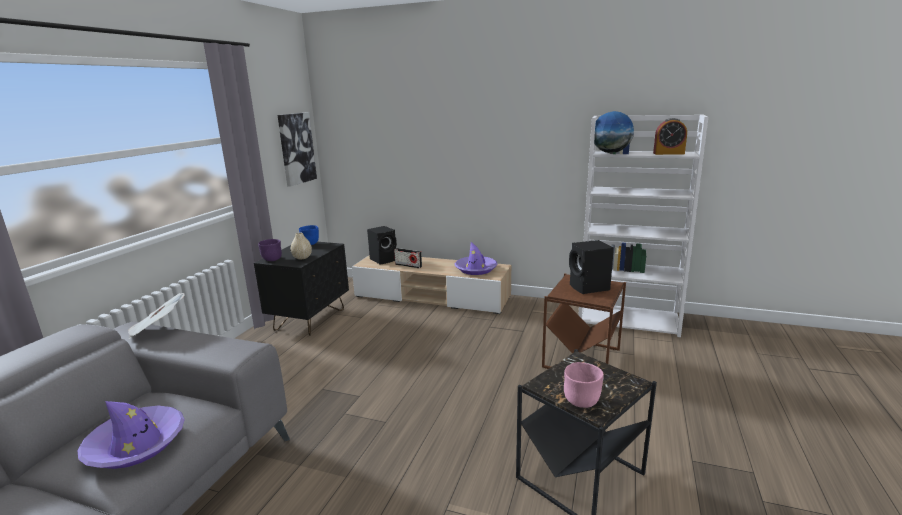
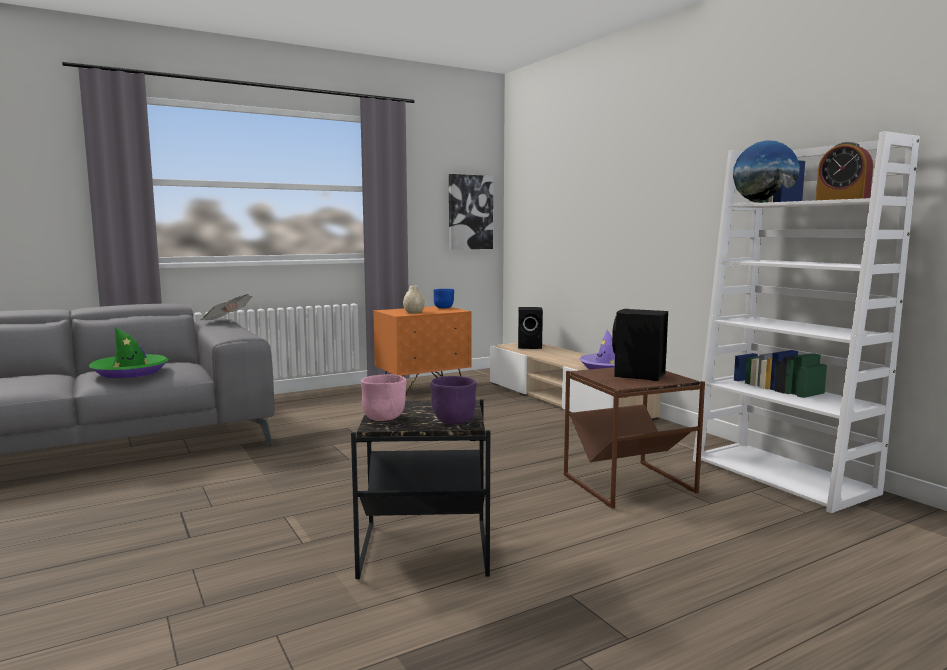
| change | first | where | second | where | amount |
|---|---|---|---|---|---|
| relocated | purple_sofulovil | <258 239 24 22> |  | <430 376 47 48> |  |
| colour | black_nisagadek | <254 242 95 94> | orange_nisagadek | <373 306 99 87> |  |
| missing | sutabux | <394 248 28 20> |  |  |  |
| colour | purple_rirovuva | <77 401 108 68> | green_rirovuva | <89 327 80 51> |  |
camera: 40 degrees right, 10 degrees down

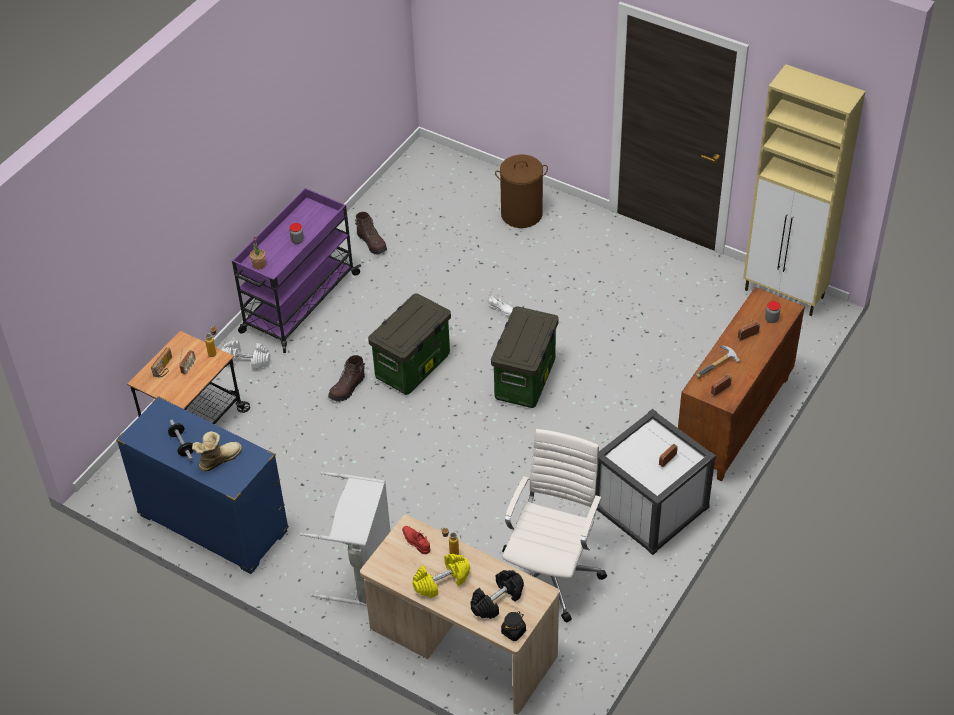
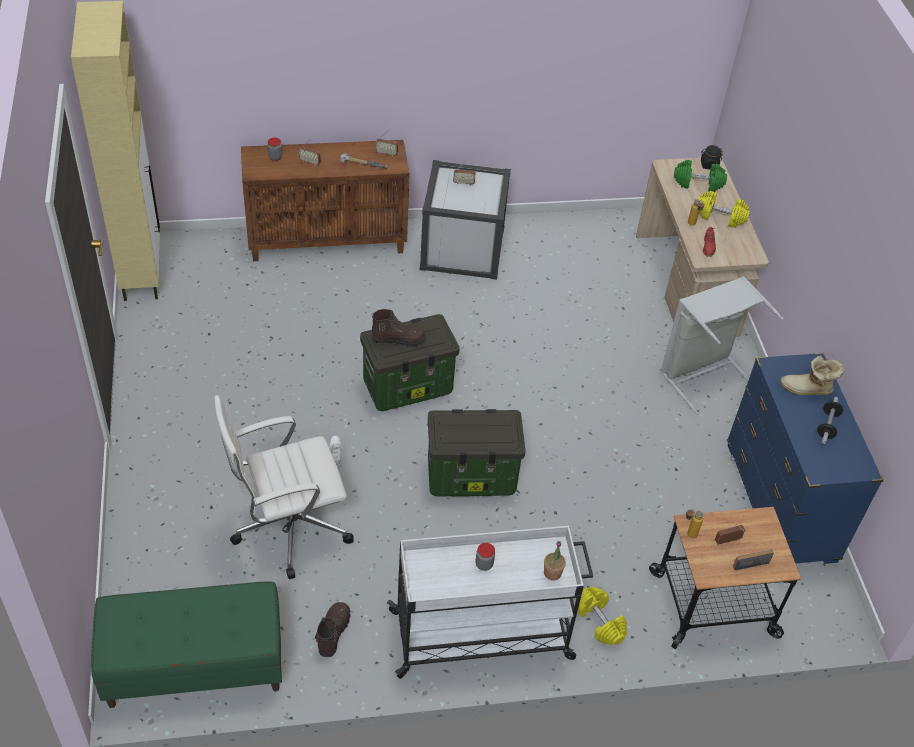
| change | first | where | second | where | amount |
|---|---|---|---|---|---|
| missing | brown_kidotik | <495 154 53 74> |  |  |  |
| colour | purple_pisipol | <232 188 129 165> | white_pisipol | <387 526 206 153> |  |
| colour | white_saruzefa | <221 340 49 30> | yellow_saruzefa | <578 586 49 59> |  |
| relocated | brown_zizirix | <328 355 37 47> |  | <372 309 54 38> |  |
| relocated | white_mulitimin | <502 429 105 194> |  | <214 395 139 184> |  |
| colour | black_saruzefa | <470 570 54 49> | green_saruzefa | <674 160 53 32> |  |
| appeared |  |  | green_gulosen | <91 581 191 127> |  |
camera: 135 degrees left, 0 degrees up

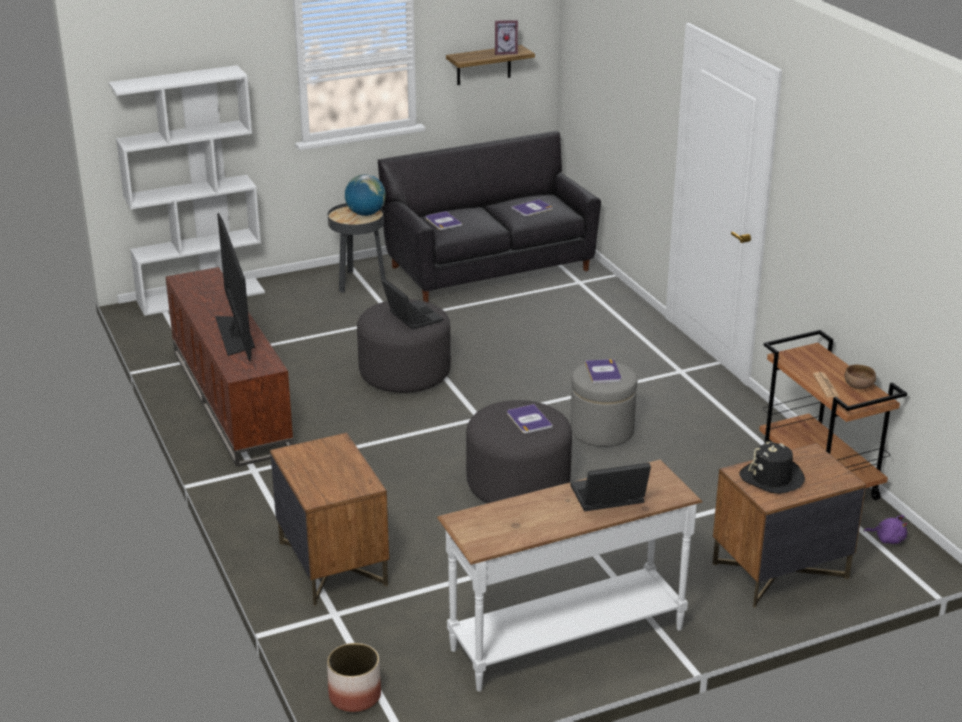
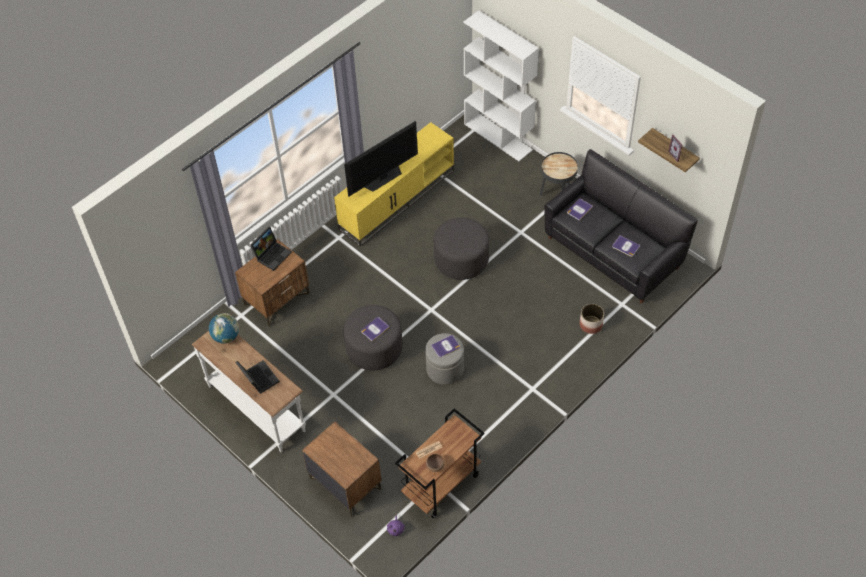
| change | first | where | second | where | amount |
|---|---|---|---|---|---|
| relocated | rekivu | <345 174 41 42> |  | <209 313 30 31> |  |
| colour | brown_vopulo | <166 267 128 200> | yellow_vopulo | <334 122 120 125> |  |
| relocated | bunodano | <381 278 62 52> |  | <250 227 42 44> |  |
| missing | black_rirovuva | <739 442 66 52> |  |  |  |
| relocated | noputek | <327 643 54 69> |  | <580 304 24 30> |  |
camera: 70 degrees right, 25 degrees up

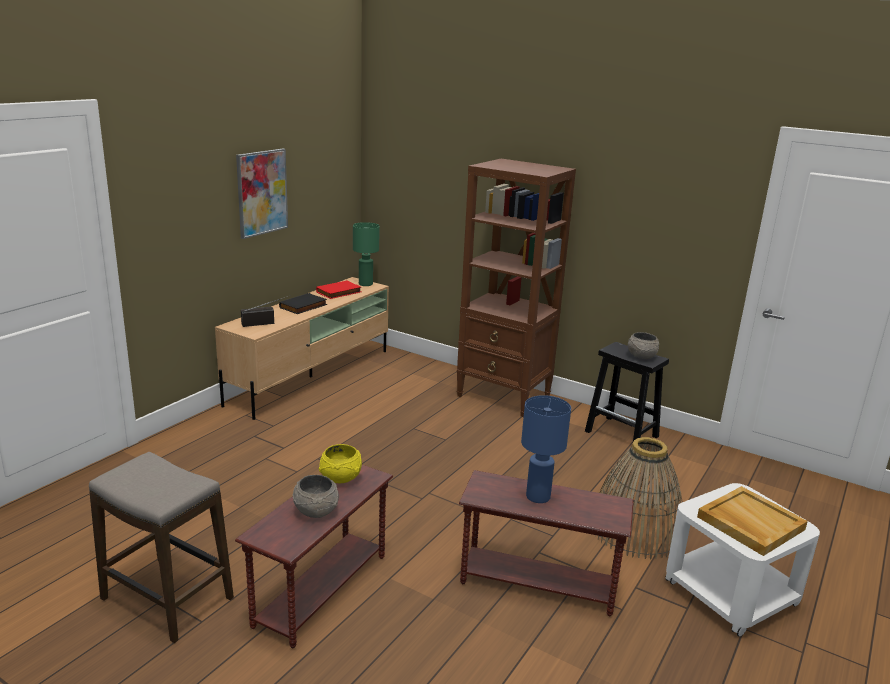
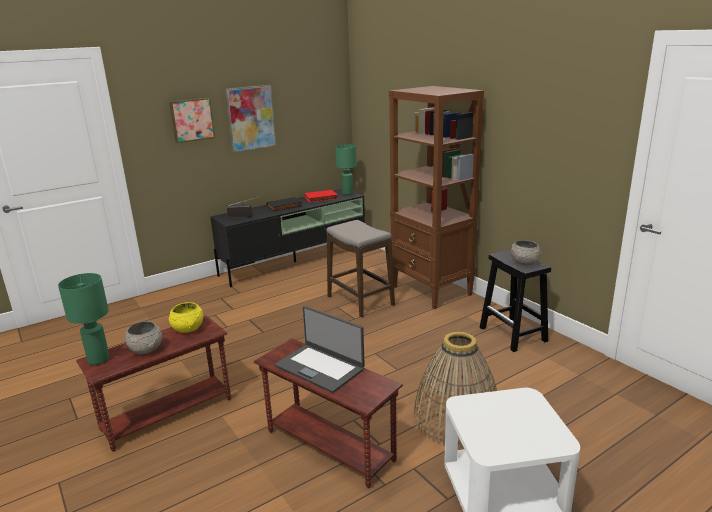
| change | first | where | second | where | amount |
|---|---|---|---|---|---|
| colour | beige_vopulo | <215 277 174 143> | black_vopulo | <210 189 155 98> |  |
| exchanged | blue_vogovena | <521 395 50 108> | bunodano | <275 306 90 87> |  |
| relocated | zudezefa | <89 452 145 191> |  | <327 220 68 98> |  |
| missing | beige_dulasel | <697 486 111 70> |  |  |  |
| appeared |  |  | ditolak | <169 98 46 45> |  |
| appeared |  |  | green_vogovena | <58 273 52 92> |  |
camera: 25 degrees right, 0 degrees up

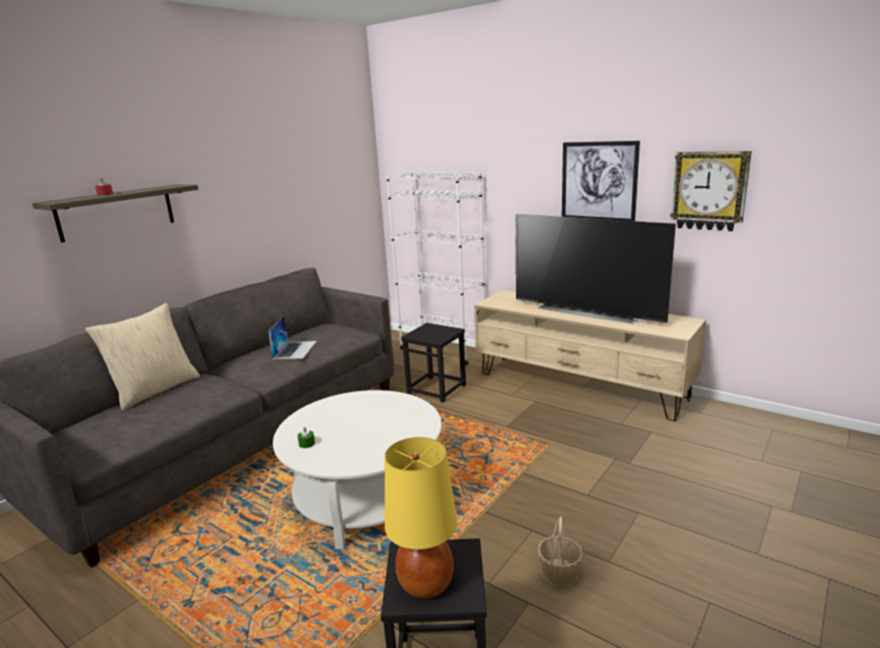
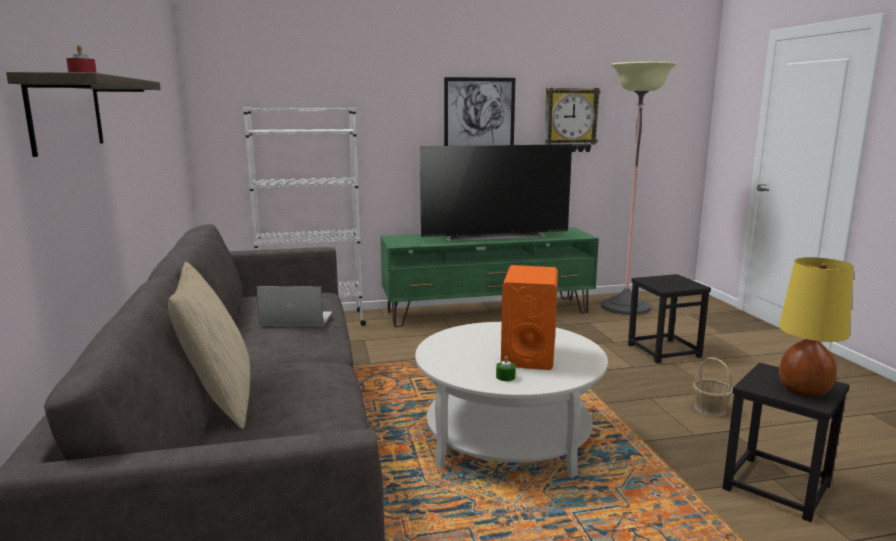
| change | first | where | second | where | amount |
|---|---|---|---|---|---|
| colour | beige_vopulo | <474 290 232 131> | green_vopulo | <381 227 218 100> |  |
| spun | bunodano | <268 316 49 43> |  | <256 286 76 40> | 45 degrees counterclockwise |
| relocated | black_zudezefa | <401 323 65 80> |  | <628 274 83 89> |  |
| appeared |  |  | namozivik | <601 61 76 254> |  |
| appeared |  |  | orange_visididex | <501 265 57 105> |  |
camera: 50 degrees left, 5 degrees down

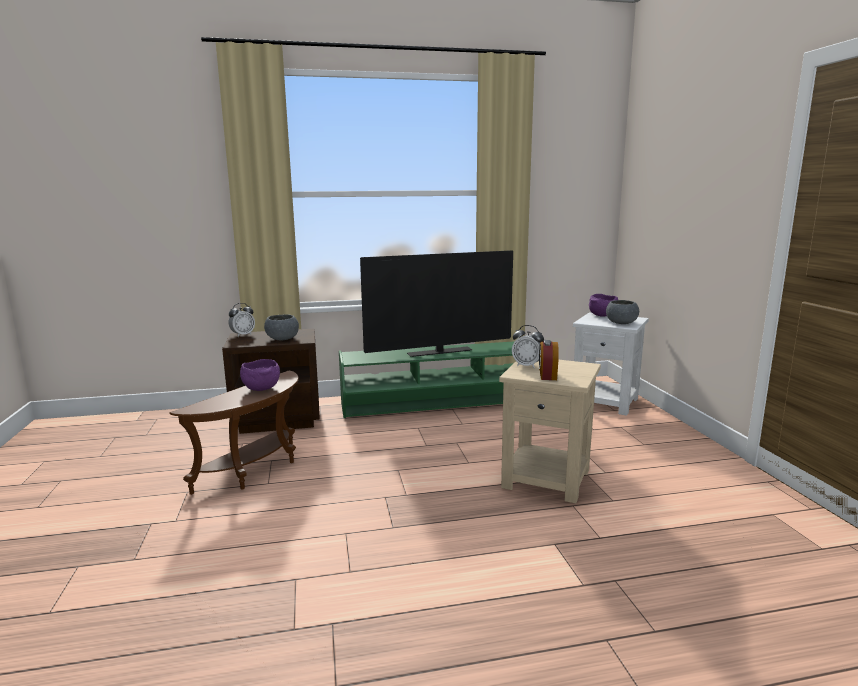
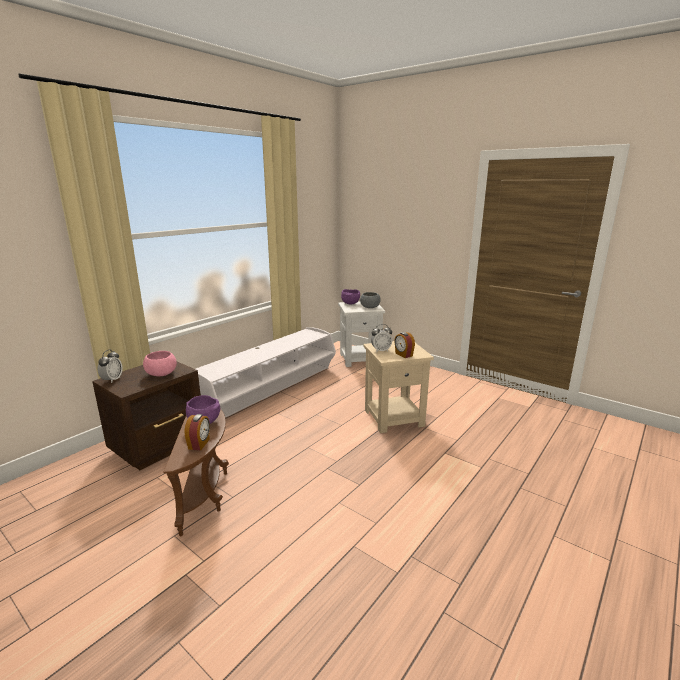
| change | first | where | second | where | amount |
|---|---|---|---|---|---|
| missing | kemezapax | <360 250 153 107> |  |  |  |
| colour | grey_sofulovil | <264 314 35 26> | pink_sofulovil | <143 351 34 25> |  |
| colour | green_vopulo | <339 341 176 77> | white_vopulo | <196 327 140 91> |  |
| appeared |  |  | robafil | <185 414 25 36> |  |
camera: 40 degrees left, 5 degrees up

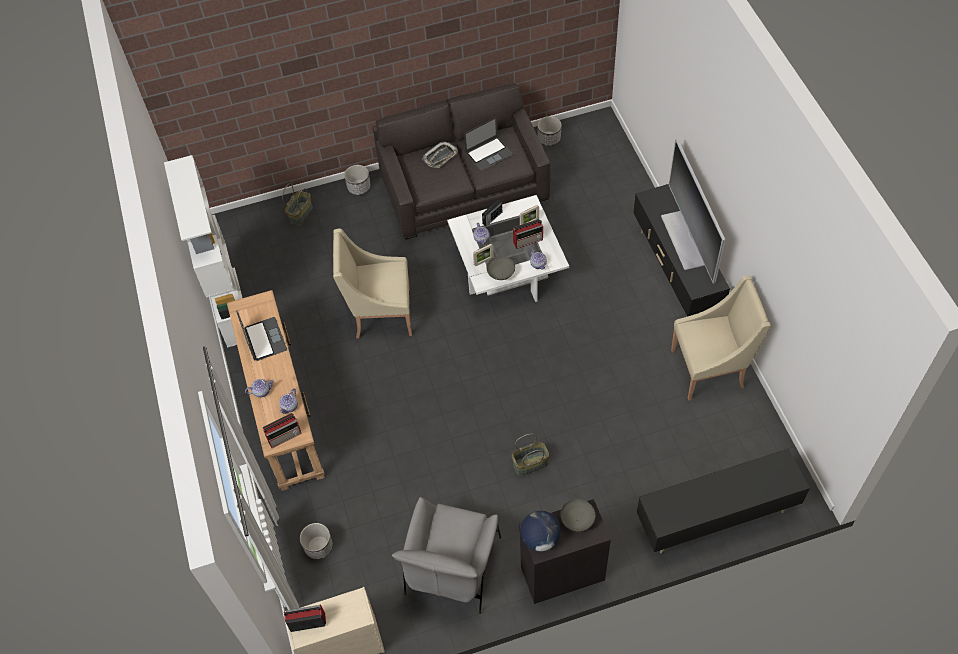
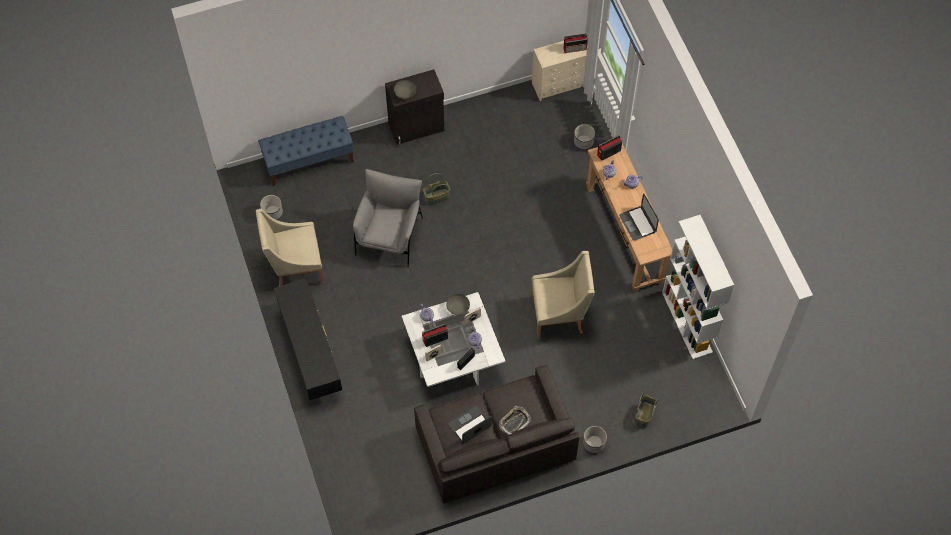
| change | first | where | second | where | amount |
|---|---|---|---|---|---|
| relocated | noputek | <537 116 25 30> |  | <260 195 23 25> |  |
| missing | kemezapax | <661 139 64 145> |  |  |  |
| exchanged | black_vopulo | <637 449 173 105> | blue_gulosen | <258 116 96 70> |  |
| relocated | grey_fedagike | <392 497 109 117> |  | <353 169 70 98> |  |
| missing | rekivu | <520 511 41 41> |  |  |  |
camera: 175 degrees right, 5 degrees up

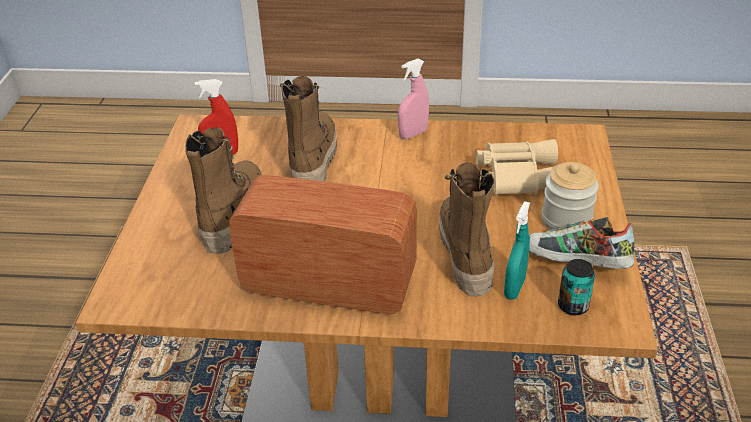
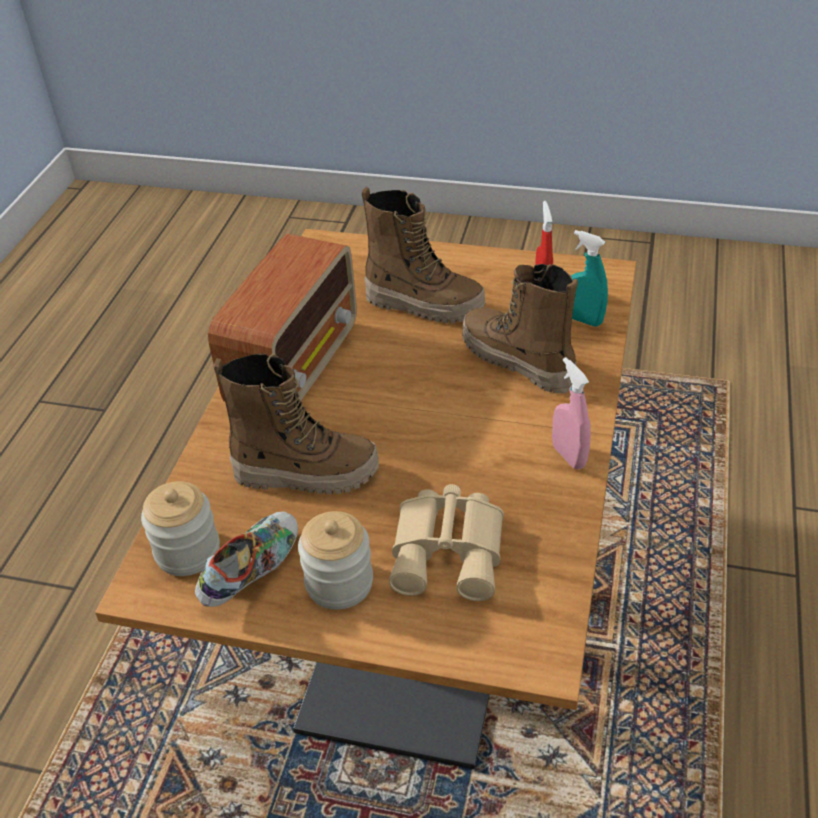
| change | first | where | second | where | amount |
|---|---|---|---|---|---|
| spun | zizirix | <280 76 57 105> |  | <462 264 116 129> | 150 degrees counterclockwise |
| relocated | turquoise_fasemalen | <504 201 26 99> |  | <571 230 37 97> |  |
| exchanged | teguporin | <558 259 37 56> | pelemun | <141 481 79 95> |  |
camera: 100 degrees right, 5 degrees up

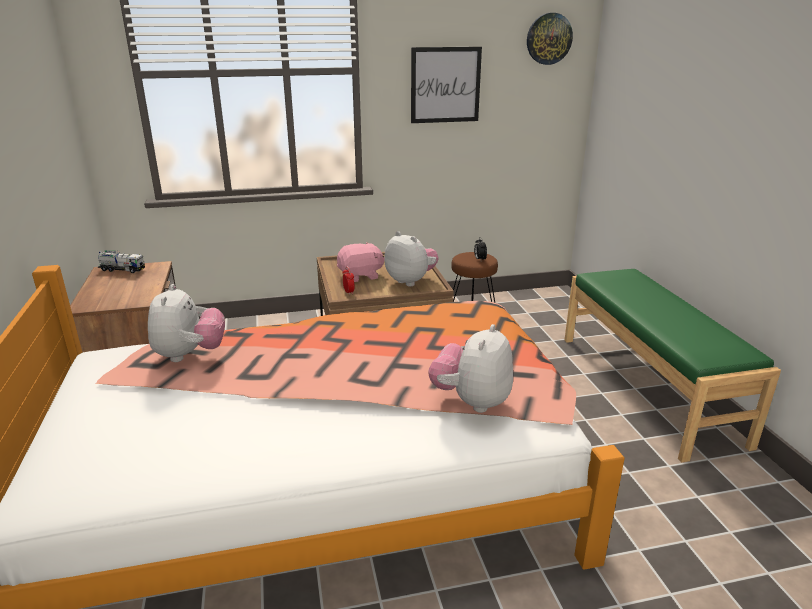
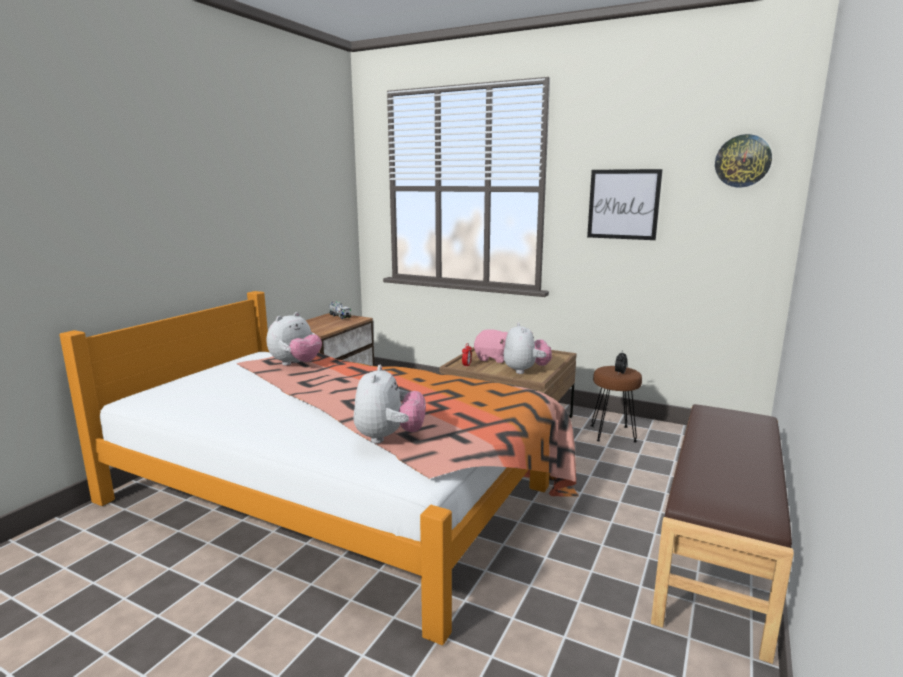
| change | first | where | second | where | amount |
|---|---|---|---|---|---|
| colour | green_gulosen | <564 269 217 193> | brown_gulosen | <651 404 143 260> |  |
| spun | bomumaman | <428 324 85 89> |  | <353 365 73 79> | 120 degrees clockwise |
camera: 40 degrees right, 10 degrees down

